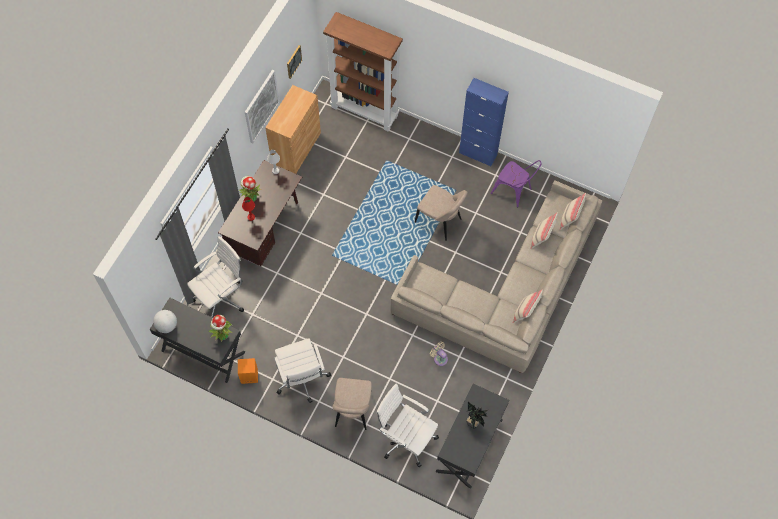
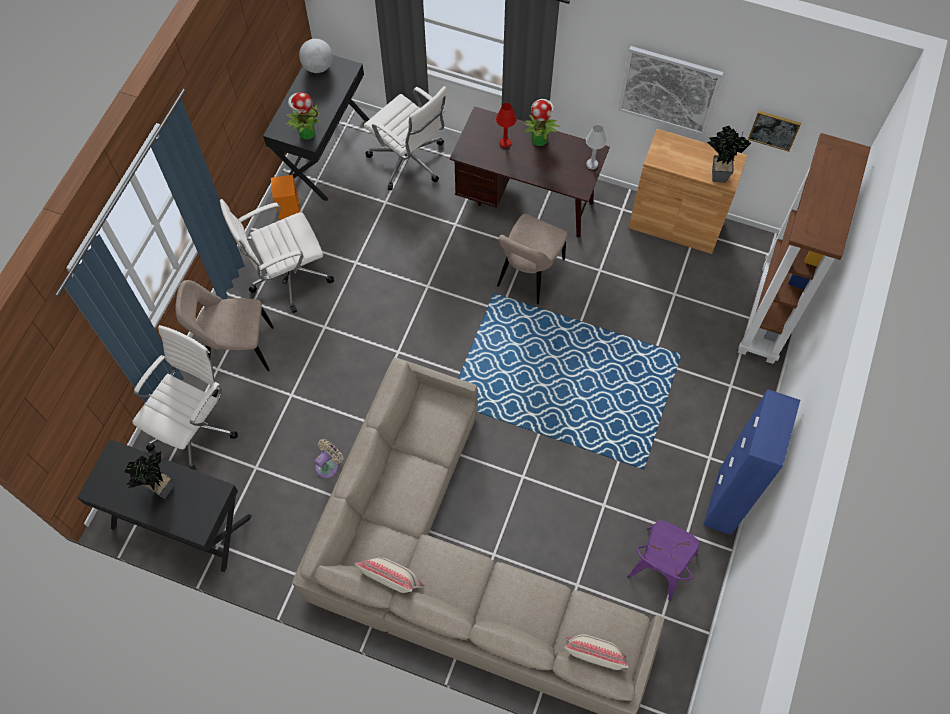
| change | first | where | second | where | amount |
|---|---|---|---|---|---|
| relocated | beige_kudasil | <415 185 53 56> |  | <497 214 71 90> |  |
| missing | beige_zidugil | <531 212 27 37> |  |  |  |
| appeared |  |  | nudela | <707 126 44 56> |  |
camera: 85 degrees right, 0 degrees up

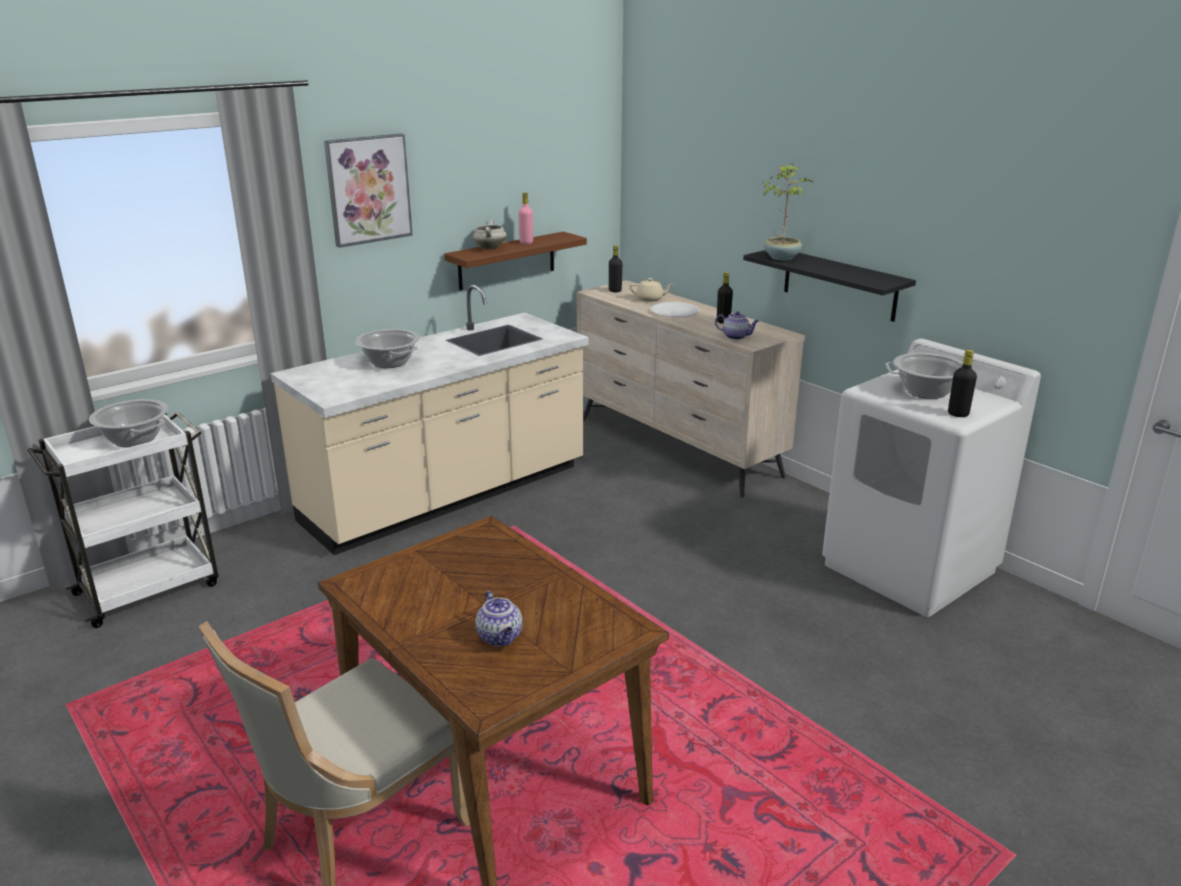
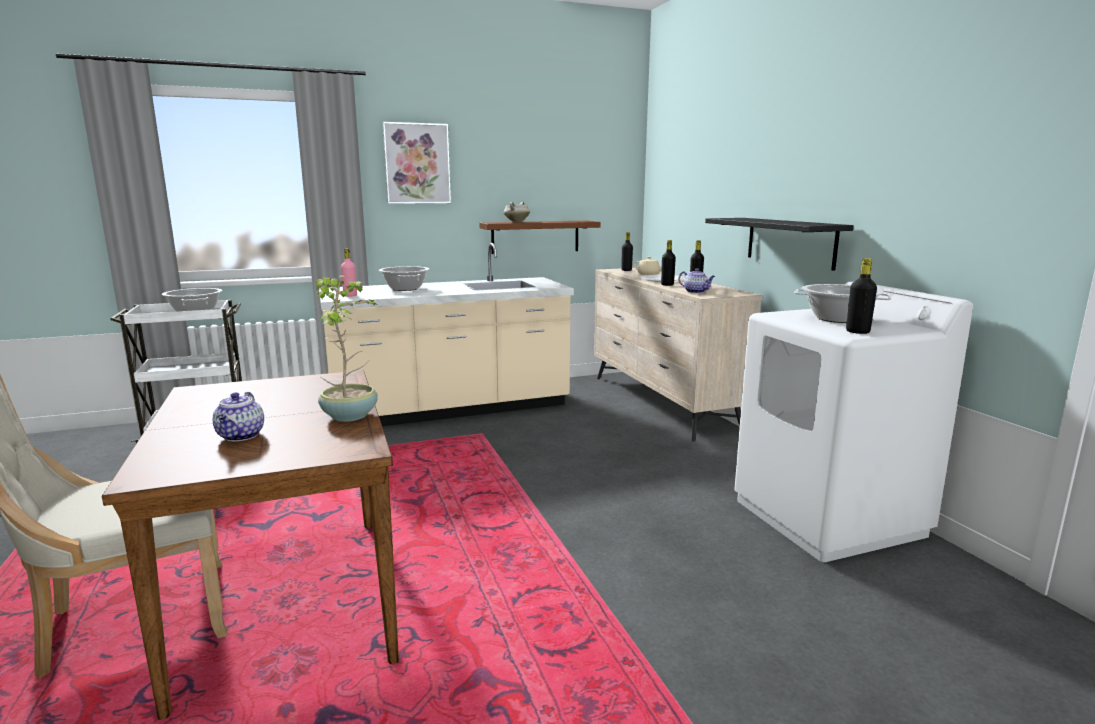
| change | first | where | second | where | amount |
|---|---|---|---|---|---|
| relocated | nudela | <762 163 50 97> |  | <316 276 62 146> |  |
| relocated | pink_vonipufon | <518 193 15 51> |  | <341 248 16 49> |  |
| appeared |  |  | black_vonipufon | <661 240 15 46> |  |
camera: 20 degrees right, 10 degrees down

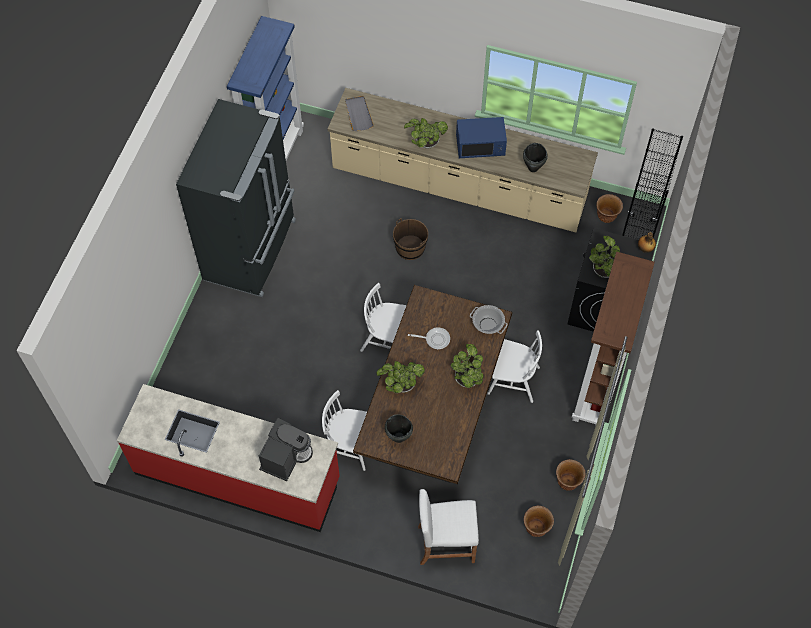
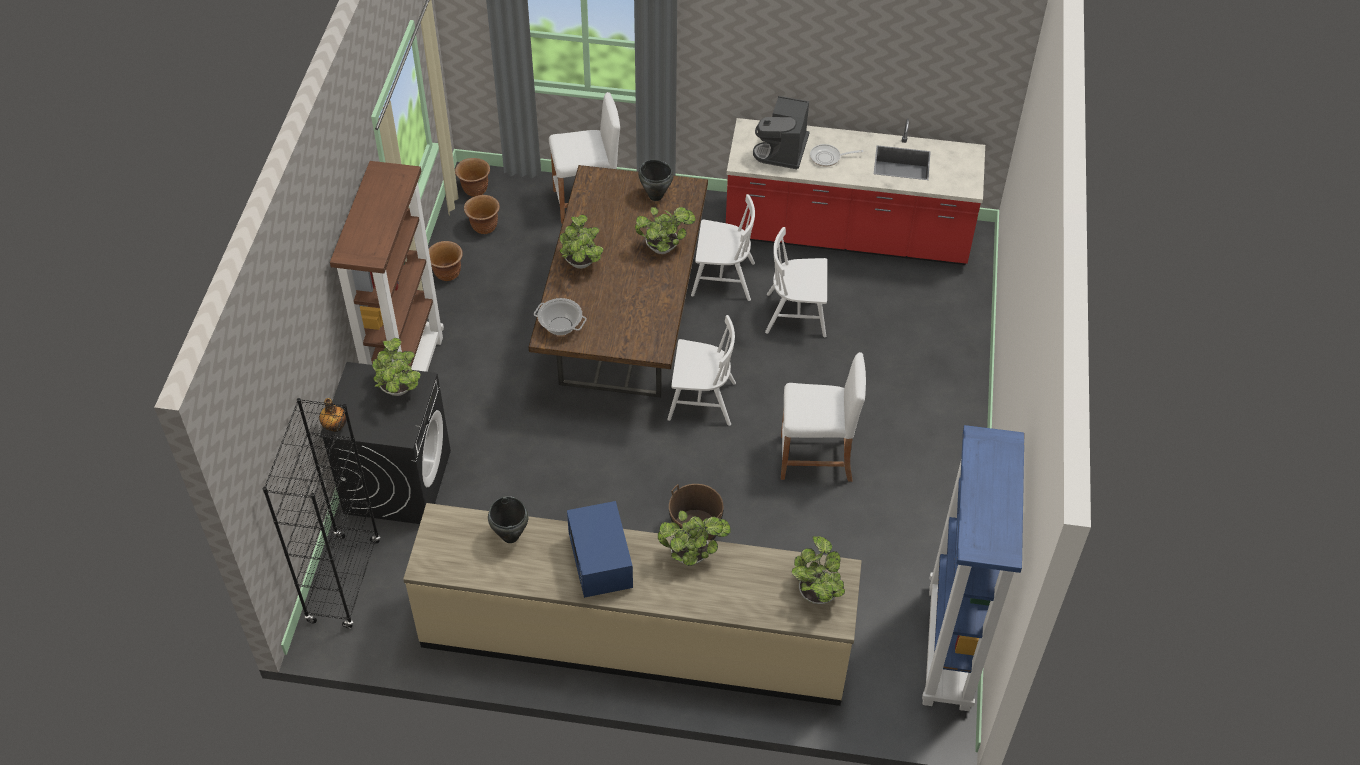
| change | first | where | second | where | amount |
|---|---|---|---|---|---|
| exchanged | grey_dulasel | <345 96 29 35> | nudela | <792 536 53 68> |  |
| missing | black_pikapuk | <176 99 120 198> |  |  |  |
| spun | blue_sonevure | <456 117 51 41> |  | <567 501 66 97> | 90 degrees counterclockwise |
| relocated | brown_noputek | <596 194 27 29> |  | <455 158 35 39> |  |
| relocated | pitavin | <408 327 42 22> |  | <810 144 54 23> |  |
| relocated | white_kudasil | <487 330 55 73> |  | <765 227 62 110> |  |
| appeared |  |  | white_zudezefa | <781 352 85 130> |  |
camera: 170 degrees right, 10 degrees down

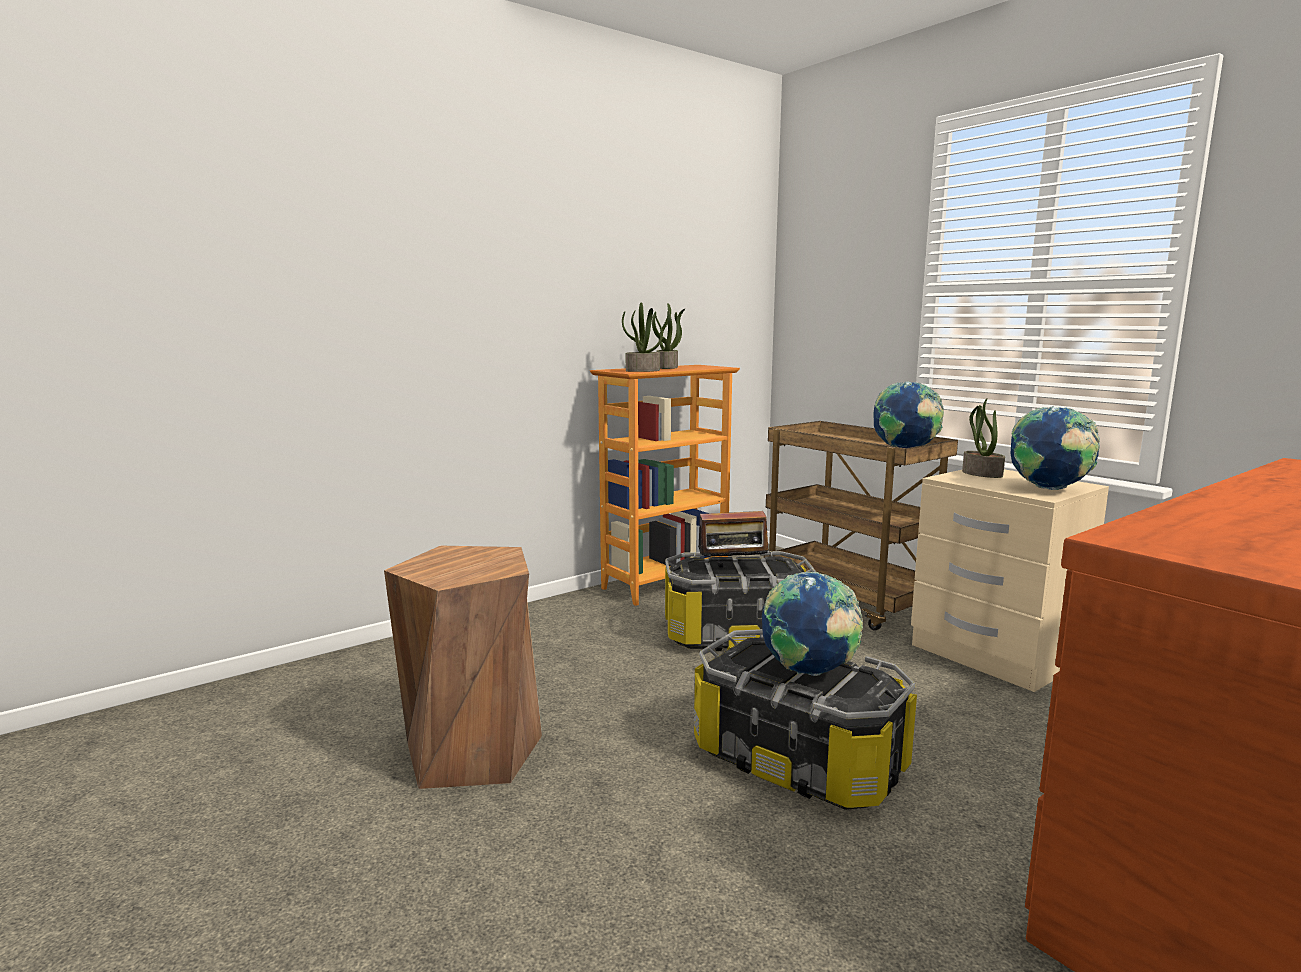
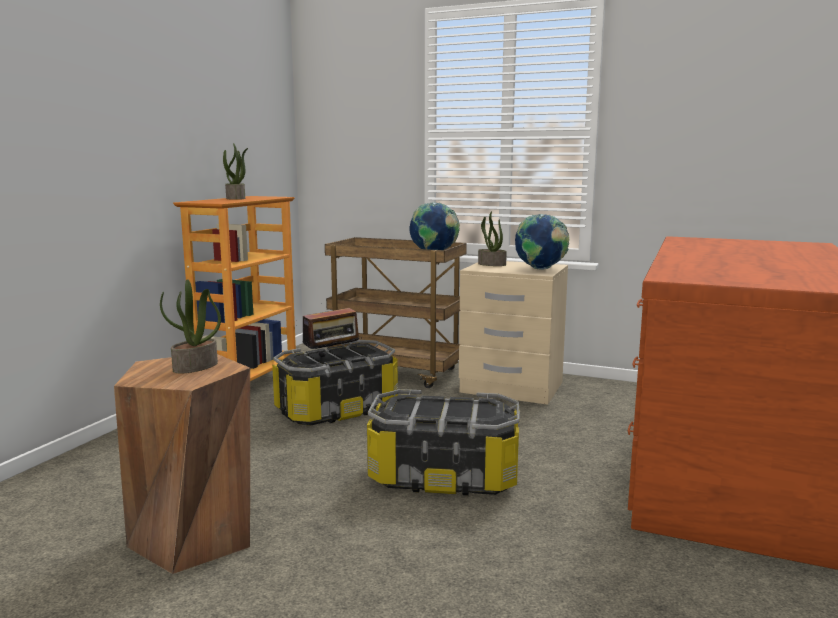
| change | first | where | second | where | amount |
|---|---|---|---|---|---|
| relocated | nudela | <622 302 41 70> |  | <160 279 61 94> |  |
| missing | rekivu | <762 572 101 104> |  |  |  |
camera: 30 degrees left, 0 degrees up

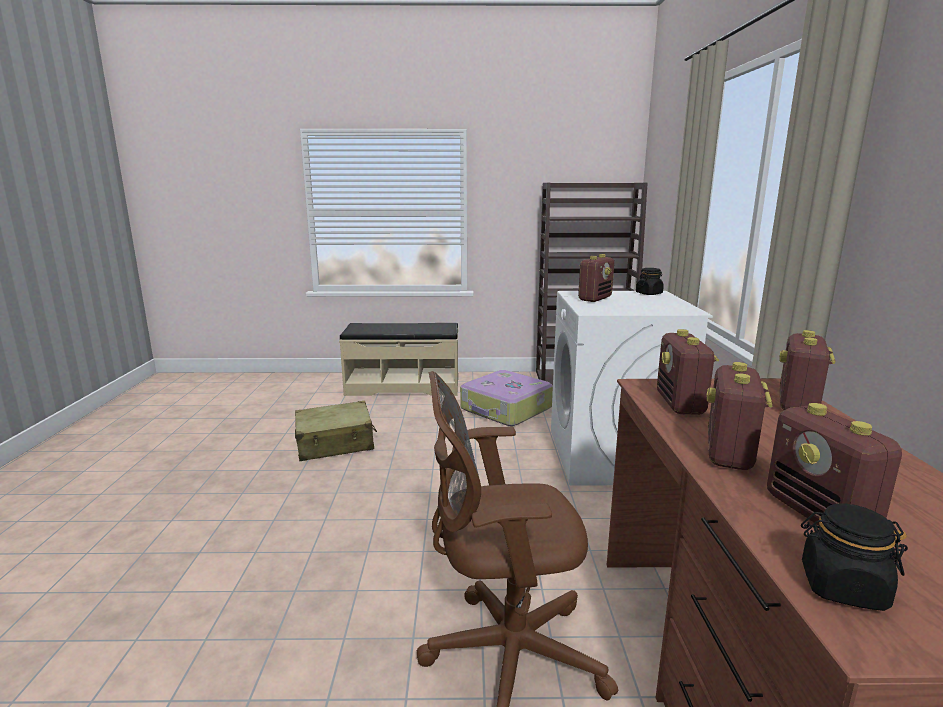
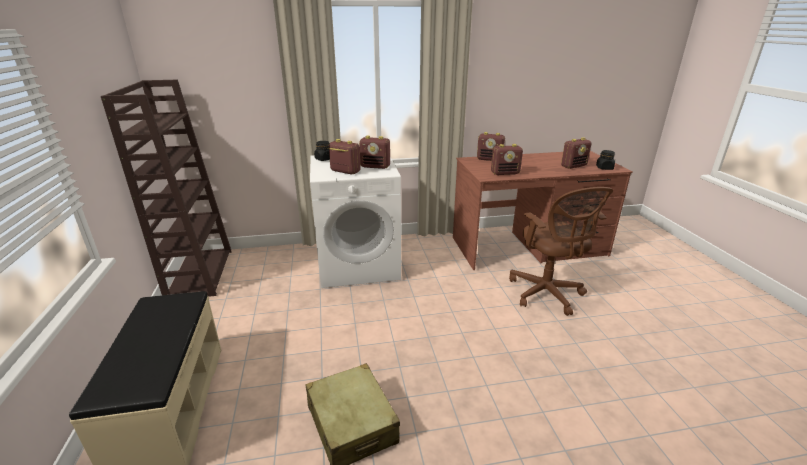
| change | first | where | second | where | amount |
|---|---|---|---|---|---|
| relocated | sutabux | <706 362 66 108> |  | <359 136 31 33> |  |
| missing | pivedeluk | <460 370 93 56> |  |  |  |
camera: 100 degrees left, 10 degrees up

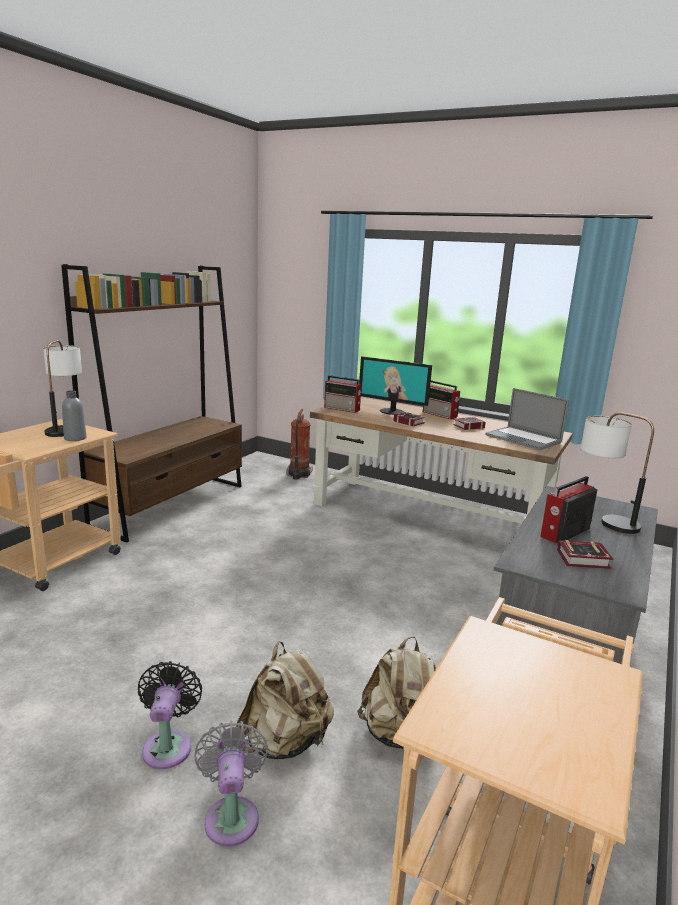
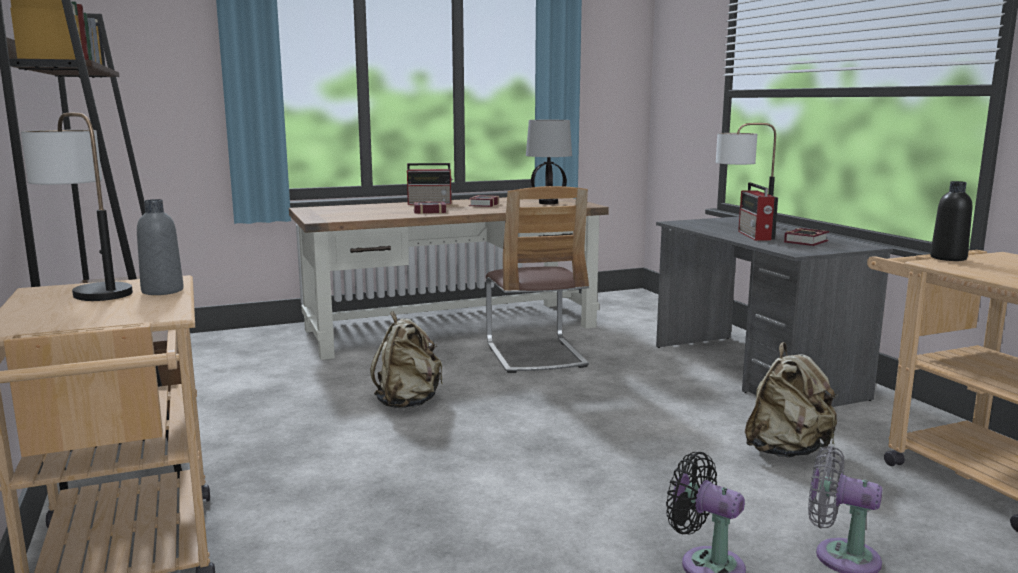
| change | first | where | second | where | amount |
|---|---|---|---|---|---|
| missing | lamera | <359 356 73 59> |  |  |  |
| missing | sutabux | <324 375 38 38> |  |  |  |
| exchanged | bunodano | <485 388 84 62> | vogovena | <526 120 46 84> |  |
| missing | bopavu | <286 409 26 71> |  |  |  |
| relocated | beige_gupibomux | <236 641 98 118> |  | <370 311 73 97> |  |
| appeared |  |  | black_vonipufon | <930 181 42 80> |  |
| appeared |  |  | kudasil | <486 186 103 187> |  |
camera: 50 degrees left, 5 degrees down

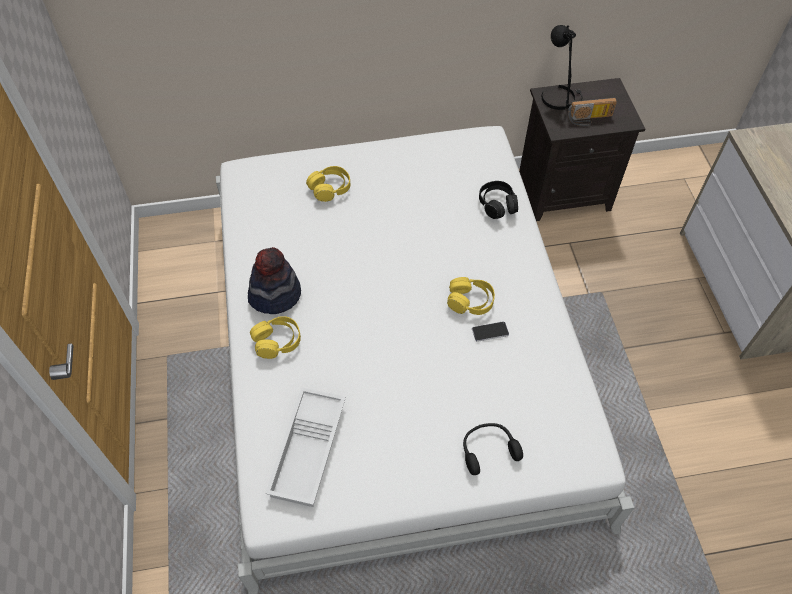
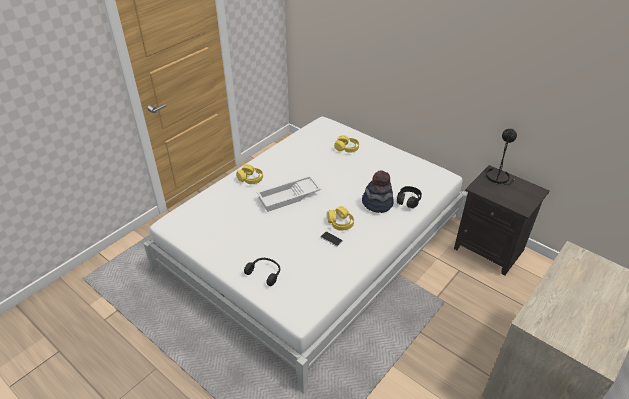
| change | first | where | second | where | amount |
|---|---|---|---|---|---|
| missing | sutabux | <568 98 49 28> |  |  |  |
| relocated | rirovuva | <248 247 53 67> |  | <362 170 32 43> |  |
| relocated | white_dulasel | <265 387 81 120> |  | <257 175 64 37> |  |
camera: 50 degrees right, 15 degrees down

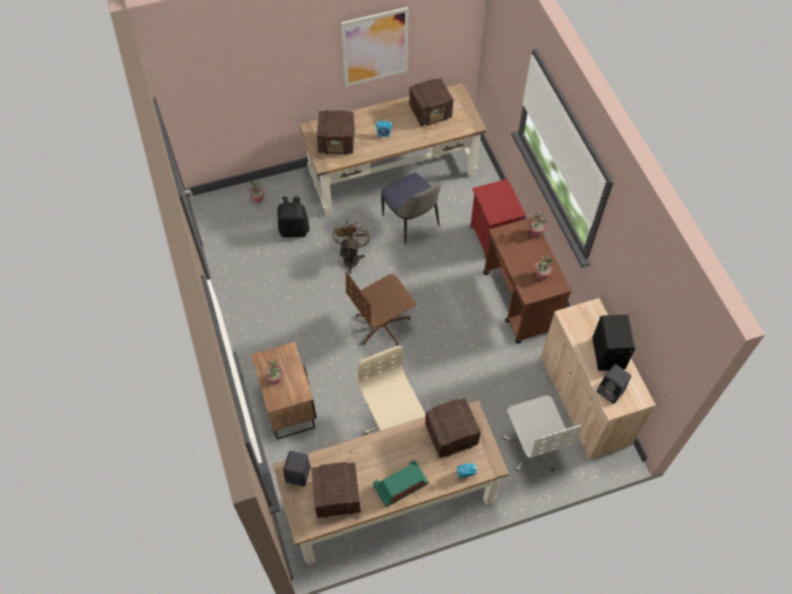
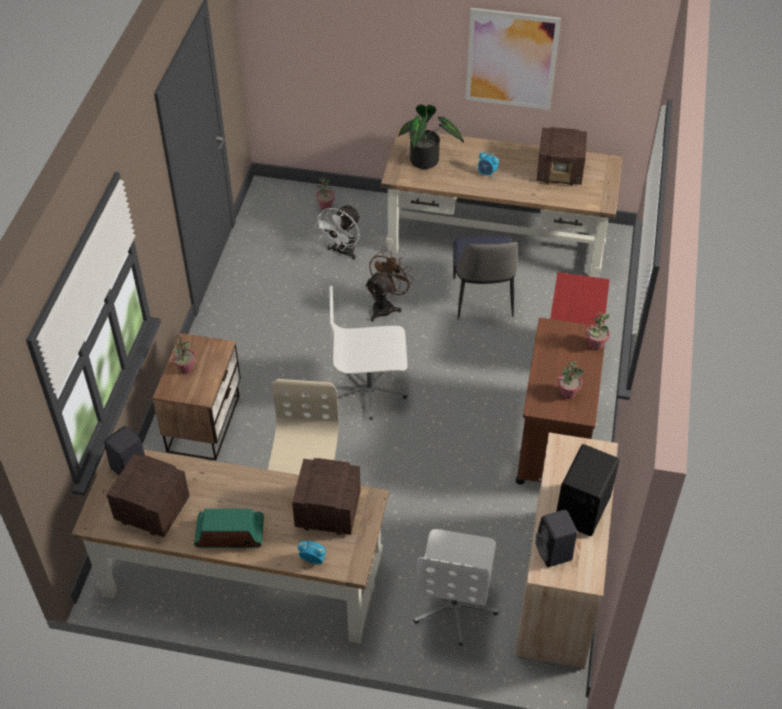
| change | first | where | second | where | amount |
|---|---|---|---|---|---|
| exchanged | sutabux | <317 110 38 45> | nudela | <398 104 66 65> |  |
| exchanged | black_gupibomux | <278 196 32 41> | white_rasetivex | <315 204 45 56> |  |
| colour | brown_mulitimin | <346 272 70 74> | white_mulitimin | <330 286 78 134> |  |
camera: 30 degrees right, 10 degrees down

